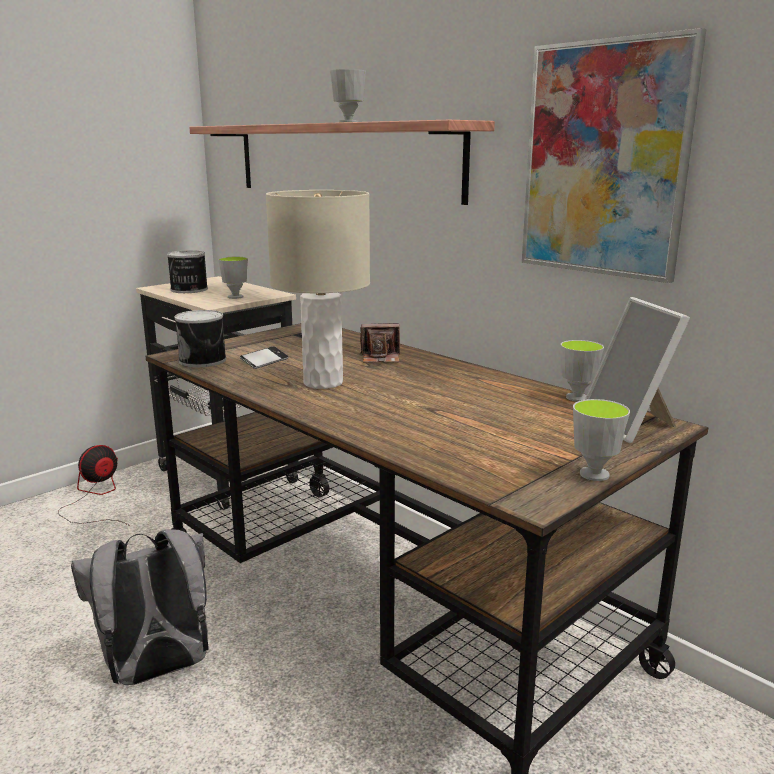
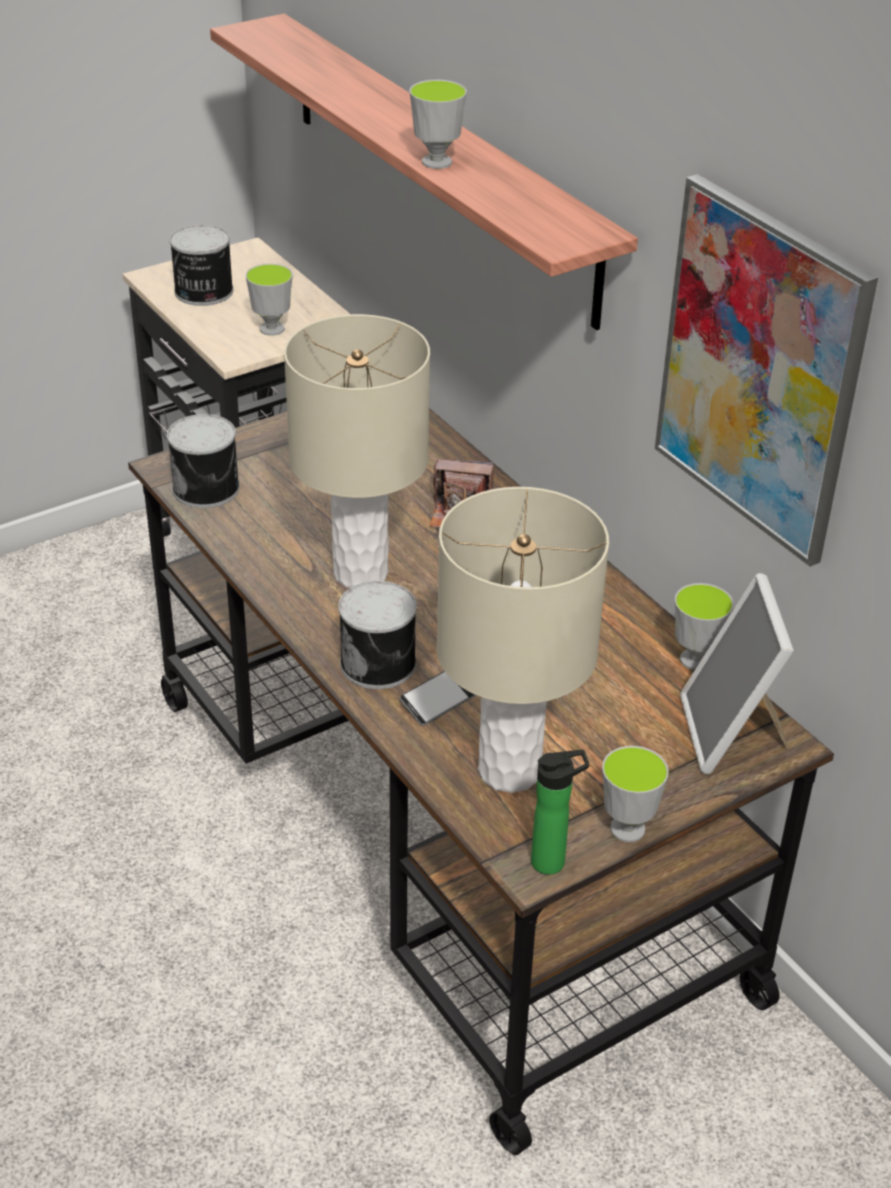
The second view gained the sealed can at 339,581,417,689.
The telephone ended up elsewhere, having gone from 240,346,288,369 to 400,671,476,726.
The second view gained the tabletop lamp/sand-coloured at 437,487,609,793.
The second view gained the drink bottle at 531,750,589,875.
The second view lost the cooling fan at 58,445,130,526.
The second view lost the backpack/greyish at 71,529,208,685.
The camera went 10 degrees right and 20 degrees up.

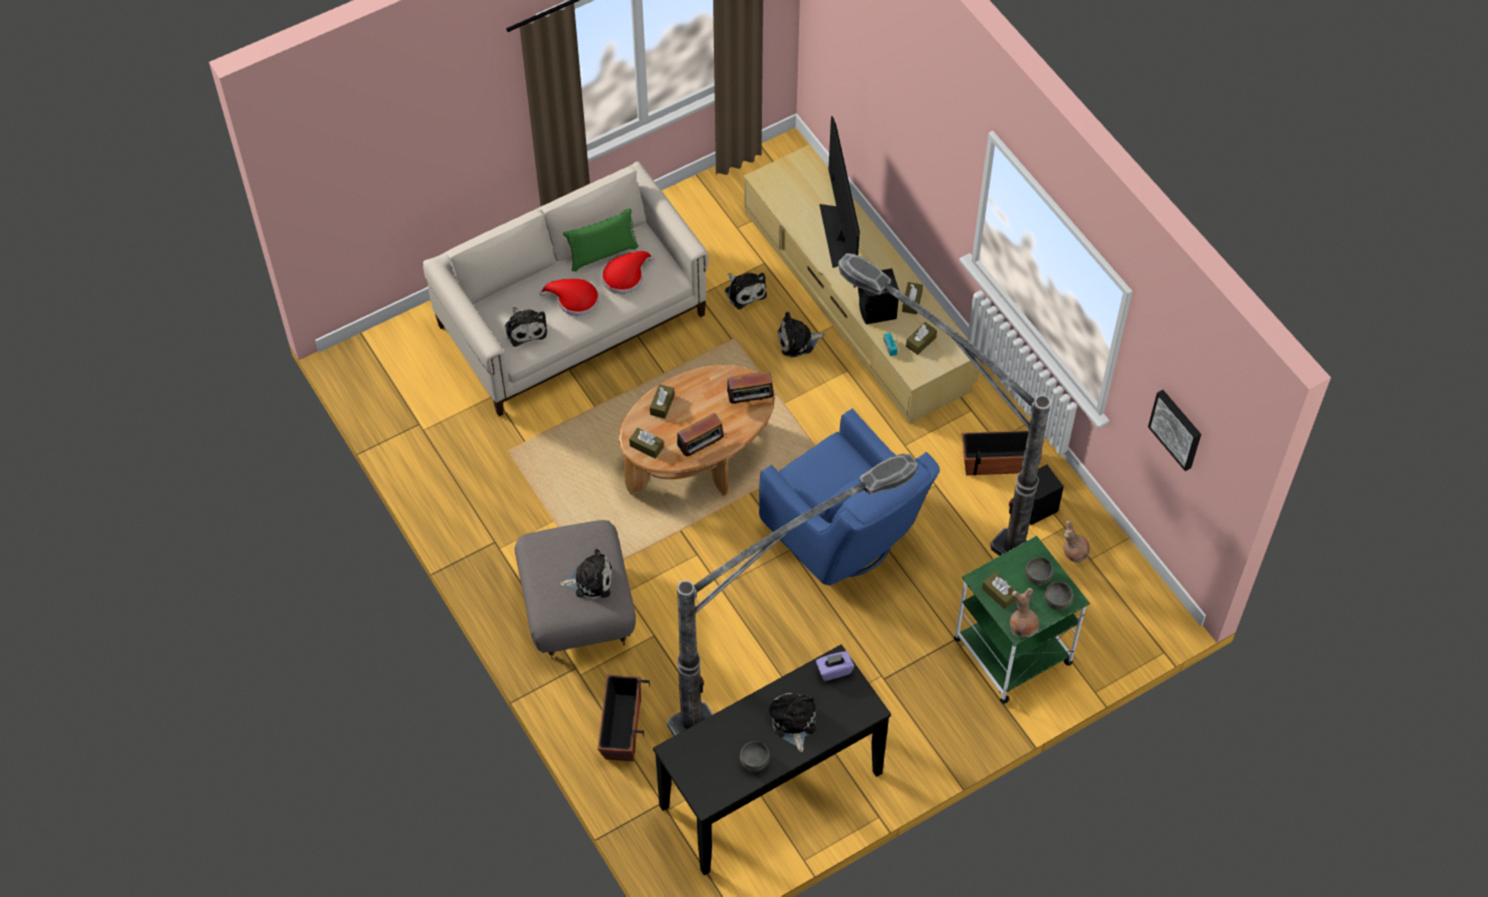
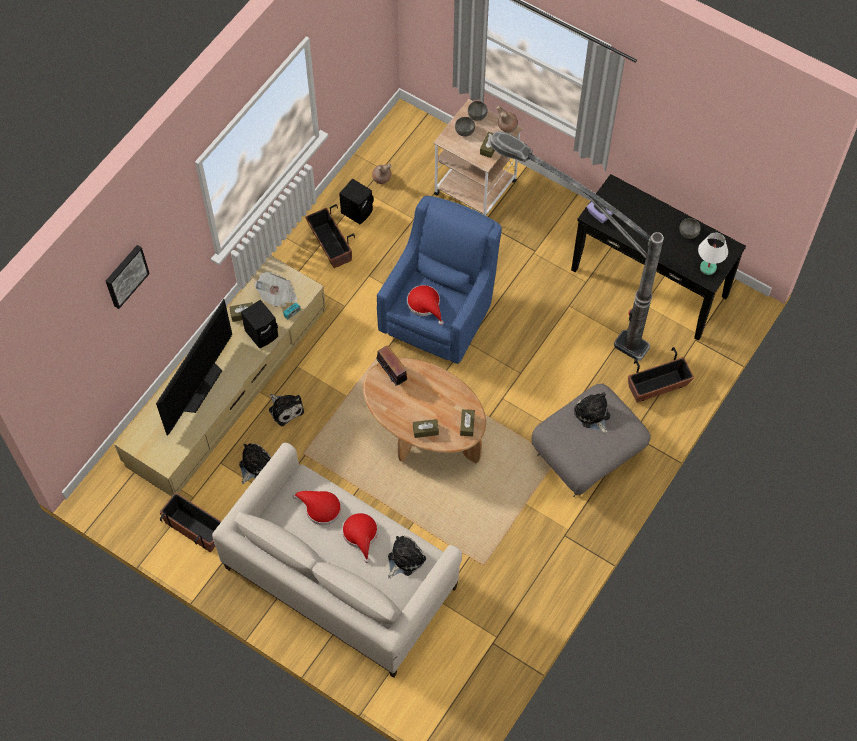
The picture ended up elsewhere, having gone from 1148,390,1201,471 to 106,245,150,309.
The TV at 819,116,860,288 ended up facing another way, 150 degrees clockwise from before.
The second view gained the plant pot at 159,492,222,553.
Where the tissue box/brownish stood at 906,322,937,355, the daily paper came to stand at 254,272,298,307.
The second view gained the hat/red at 407,285,443,325.
What was the cart/green-coloured at 954,536,1090,704 turned into the cart/sand-coloured at 433,99,522,216.
The second view gained the tabletop lamp/white-coloured at 698,233,728,275.
The second view lost the cushion/green-coloured at 563,209,639,272.
The second view lost the radio at 677,413,726,456.
The second view lost the plush toy at 770,693,816,752.
The second view lost the standard lamp at 838,253,1051,556.
The camera went 115 degrees left and 5 degrees up.

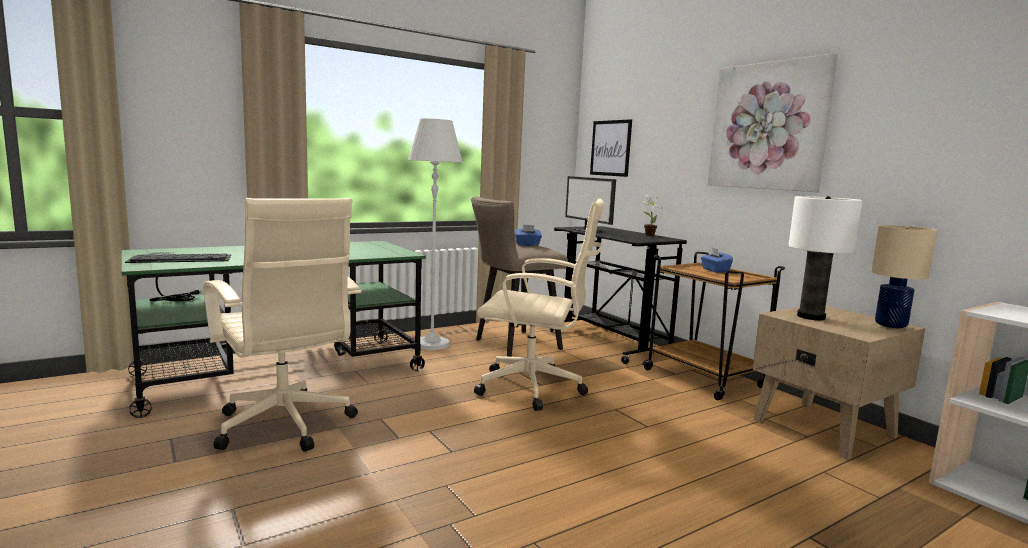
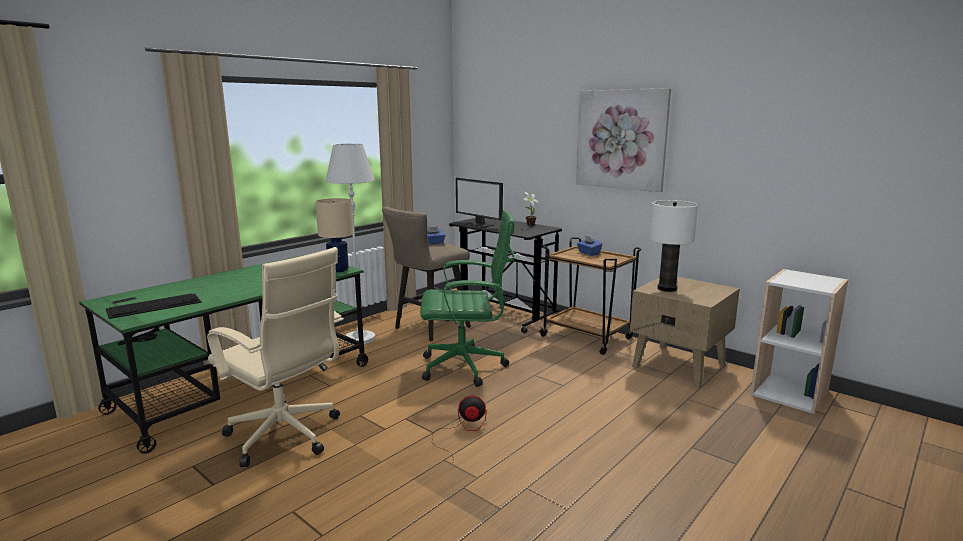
The tabletop lamp/sand-coloured ended up elsewhere, having gone from 871,225,937,329 to 315,198,354,273.
What was the office chair/sand-coloured at 474,198,604,411 turned into the office chair/green-coloured at 420,210,515,387.
The second view gained the cooling fan at 432,395,487,457.
The second view lost the picture at 590,119,632,177.
The camera went 15 degrees left and 5 degrees up.

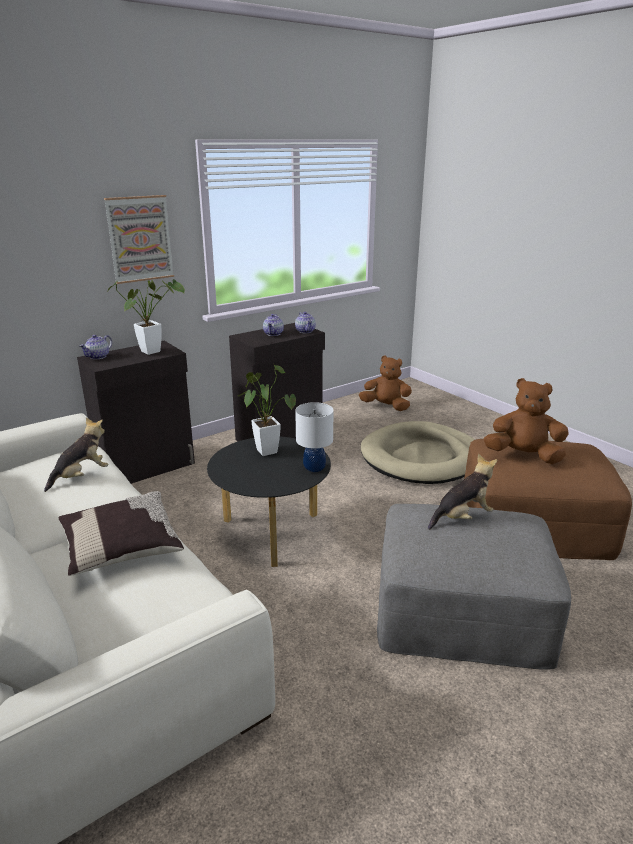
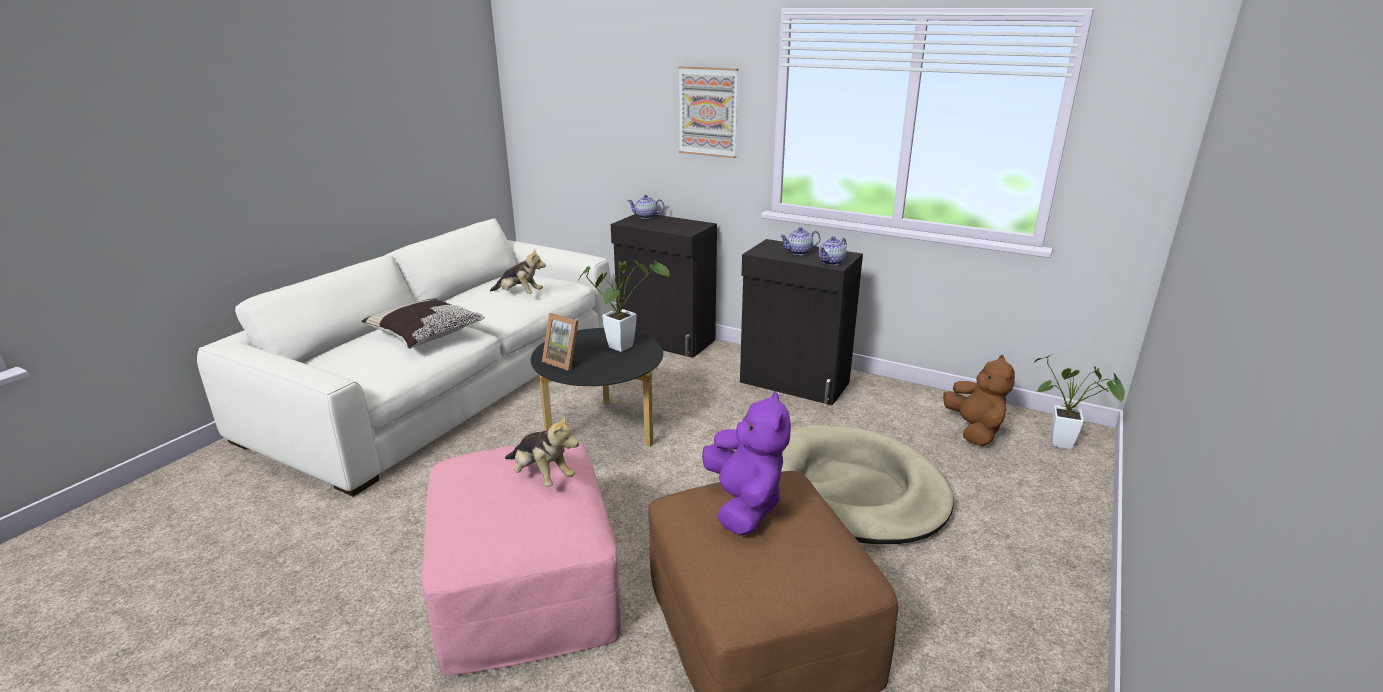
What was the pouffe/greyish at 377,504,571,670 turned into the pouffe/pink-coloured at 421,441,621,676.
The second view gained the photo frame at 542,313,579,370.
What was the plush toy/brownish at 484,378,569,464 turned into the plush toy/purple-coloured at 702,391,791,536.
The houseplant ended up elsewhere, having gone from 107,279,185,355 to 1034,355,1125,449.
The second view lost the tabletop lamp/white-coloured at 295,402,334,472.
The camera went 65 degrees right and 0 degrees up.

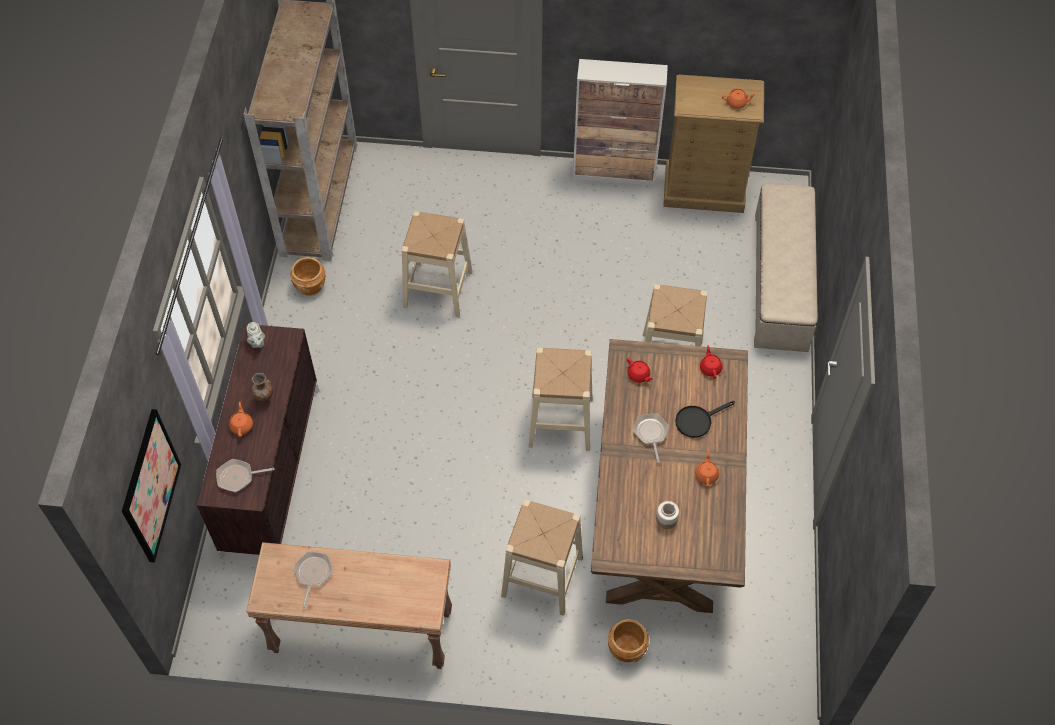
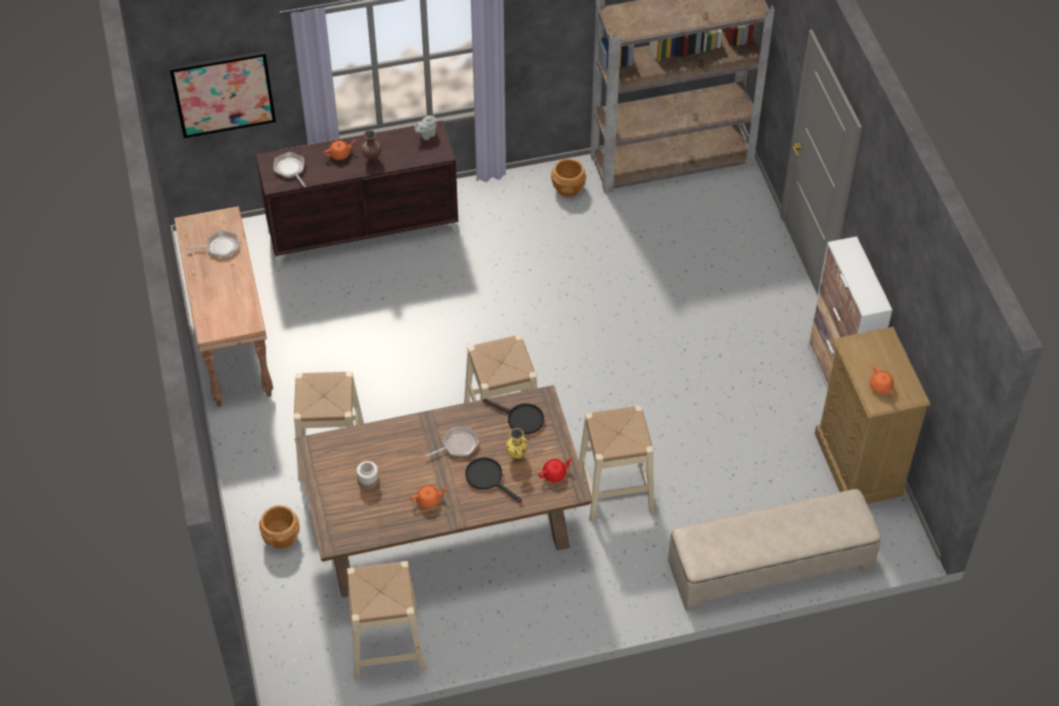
The sitting stool/sand-coloured ended up elsewhere, having gone from 401,211,472,317 to 347,561,425,679.
Where the teapot/red stood at 627,358,653,383, the pan/black came to stand at 483,399,544,434.
The second view gained the decorative vase/yellow-coloured at 506,428,527,460.
The camera went 70 degrees right and 5 degrees down.

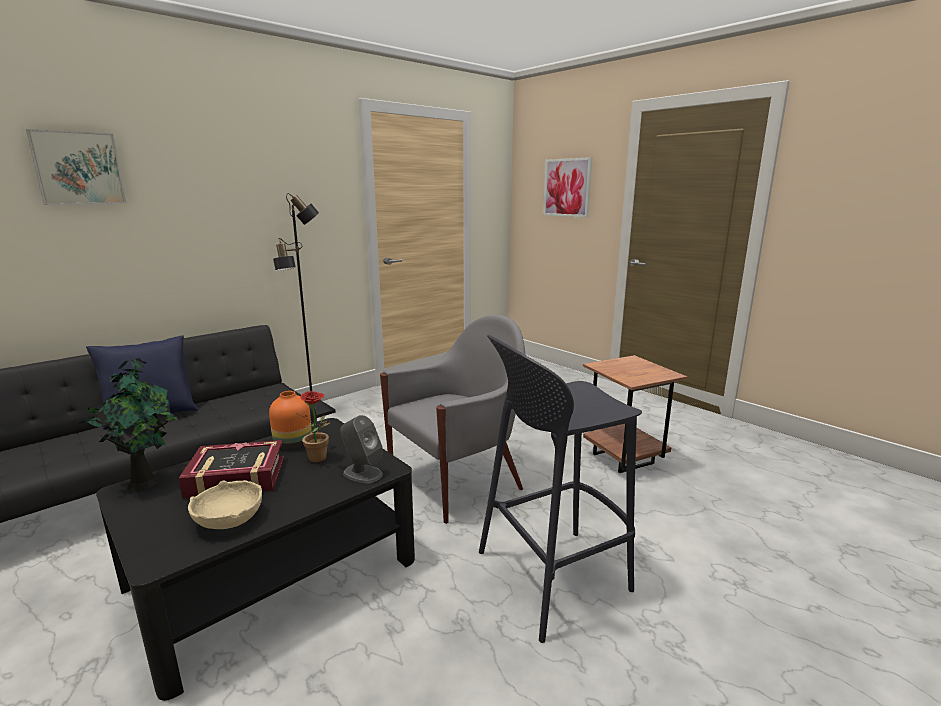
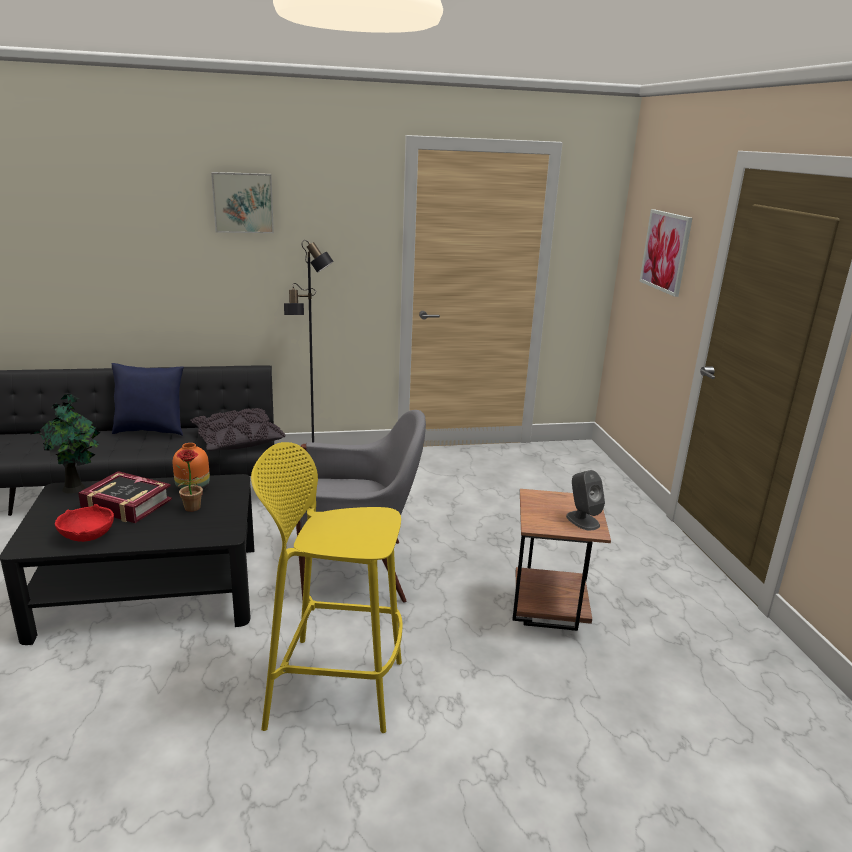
What was the deep dish/sand-coloured at 188,480,262,529 turned into the deep dish/red at 55,504,114,542.
The second view gained the cushion/black at 190,408,286,451.
The picture ended up elsewhere, having gone from 26,129,127,205 to 211,172,274,233.
What was the sitting stool/greyish at 479,335,642,643 turned into the sitting stool/yellow-coloured at 251,442,402,733.
The loudspeaker/greyish ended up elsewhere, having gone from 340,415,383,483 to 566,470,605,530.
The camera went 30 degrees right and 5 degrees up.

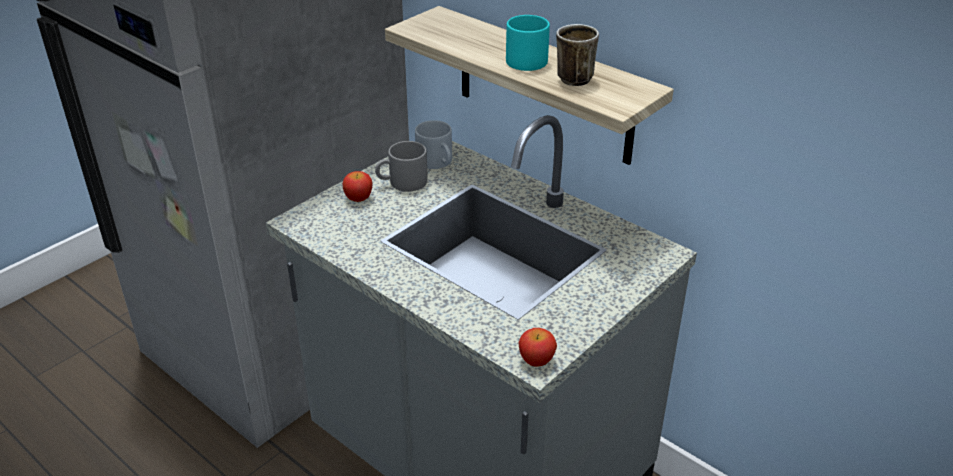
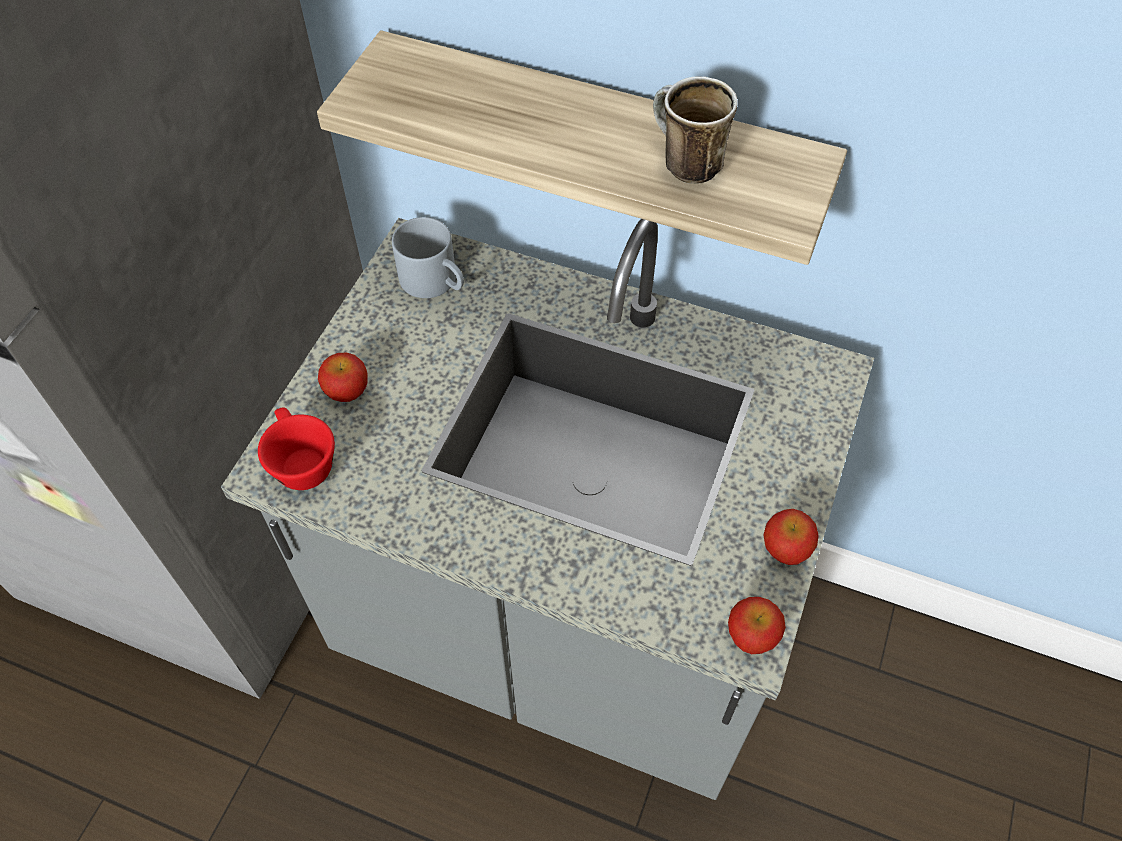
The second view gained the drinking cup/red at 258,407,335,490.
The second view gained the whole apple at 763,509,819,565.
The second view lost the mug/greyish at 375,141,428,192.
The second view lost the mug/turquoise-coloured at 506,15,550,71.
The camera went 20 degrees left and 20 degrees up.

